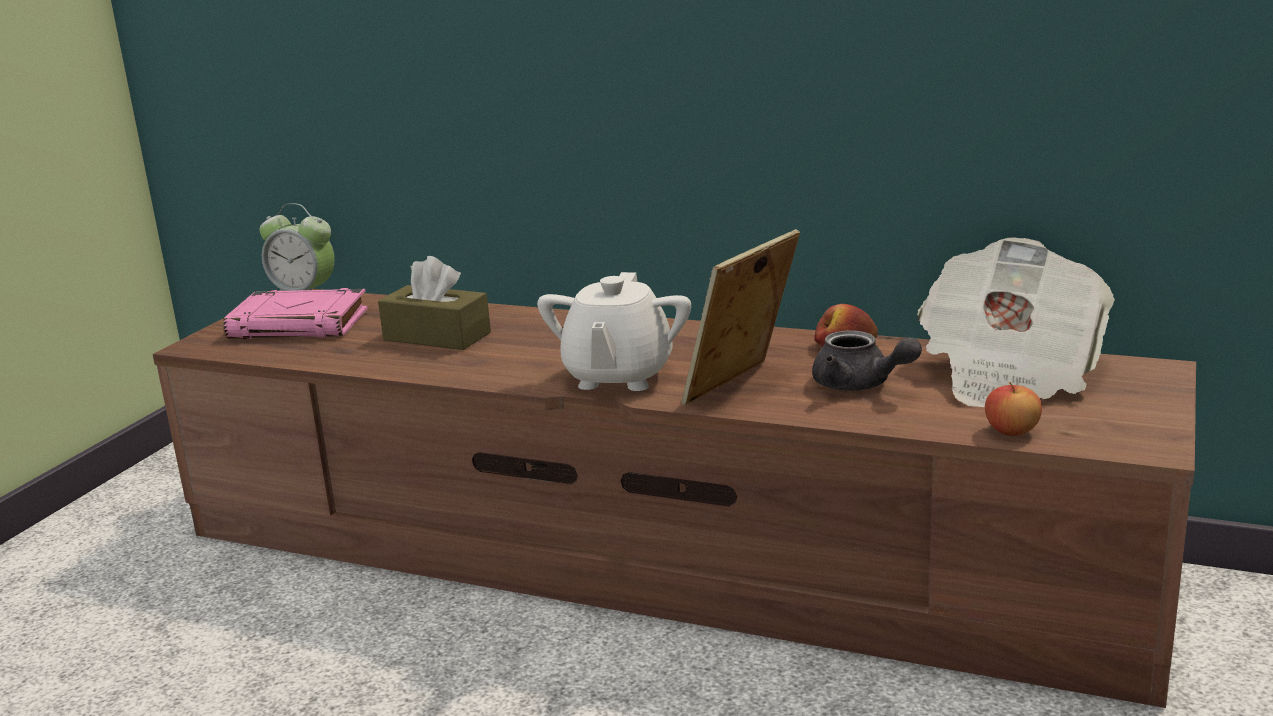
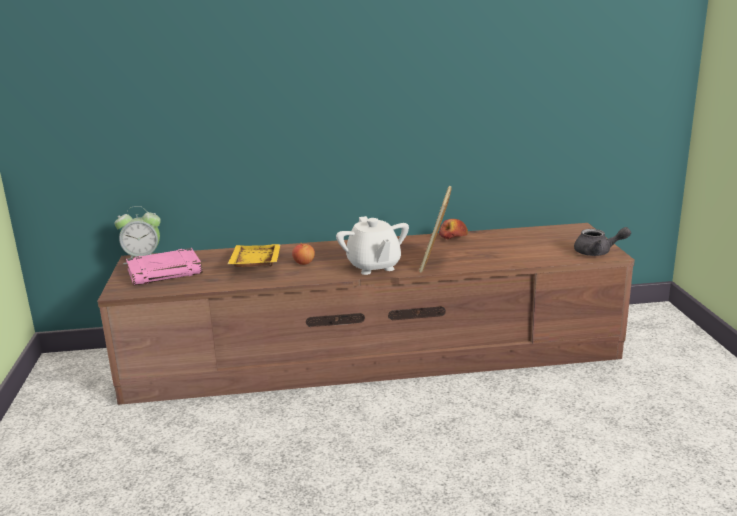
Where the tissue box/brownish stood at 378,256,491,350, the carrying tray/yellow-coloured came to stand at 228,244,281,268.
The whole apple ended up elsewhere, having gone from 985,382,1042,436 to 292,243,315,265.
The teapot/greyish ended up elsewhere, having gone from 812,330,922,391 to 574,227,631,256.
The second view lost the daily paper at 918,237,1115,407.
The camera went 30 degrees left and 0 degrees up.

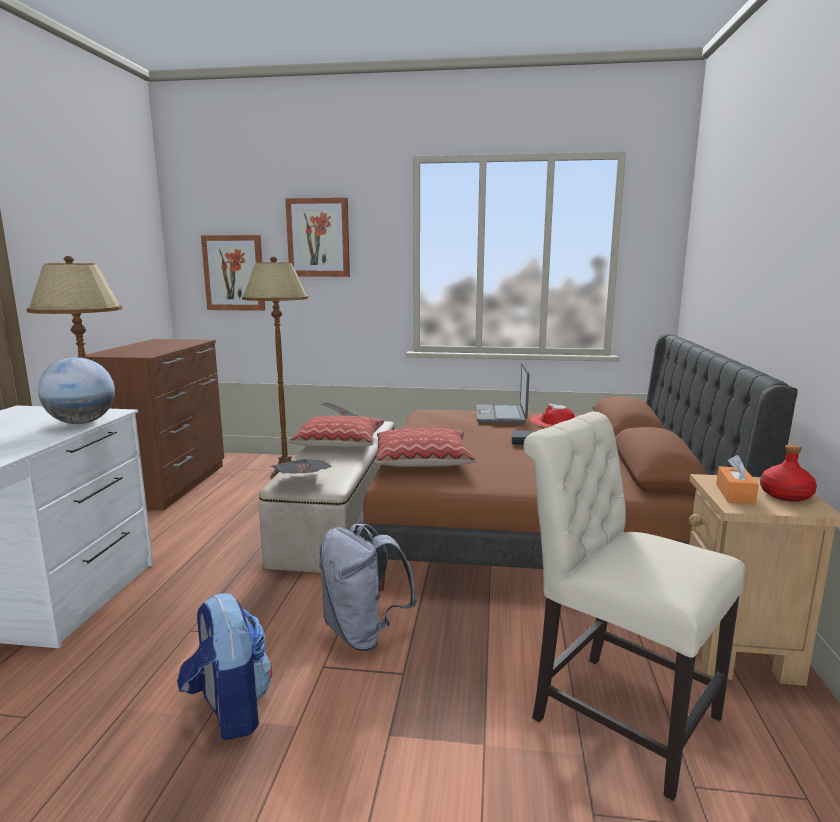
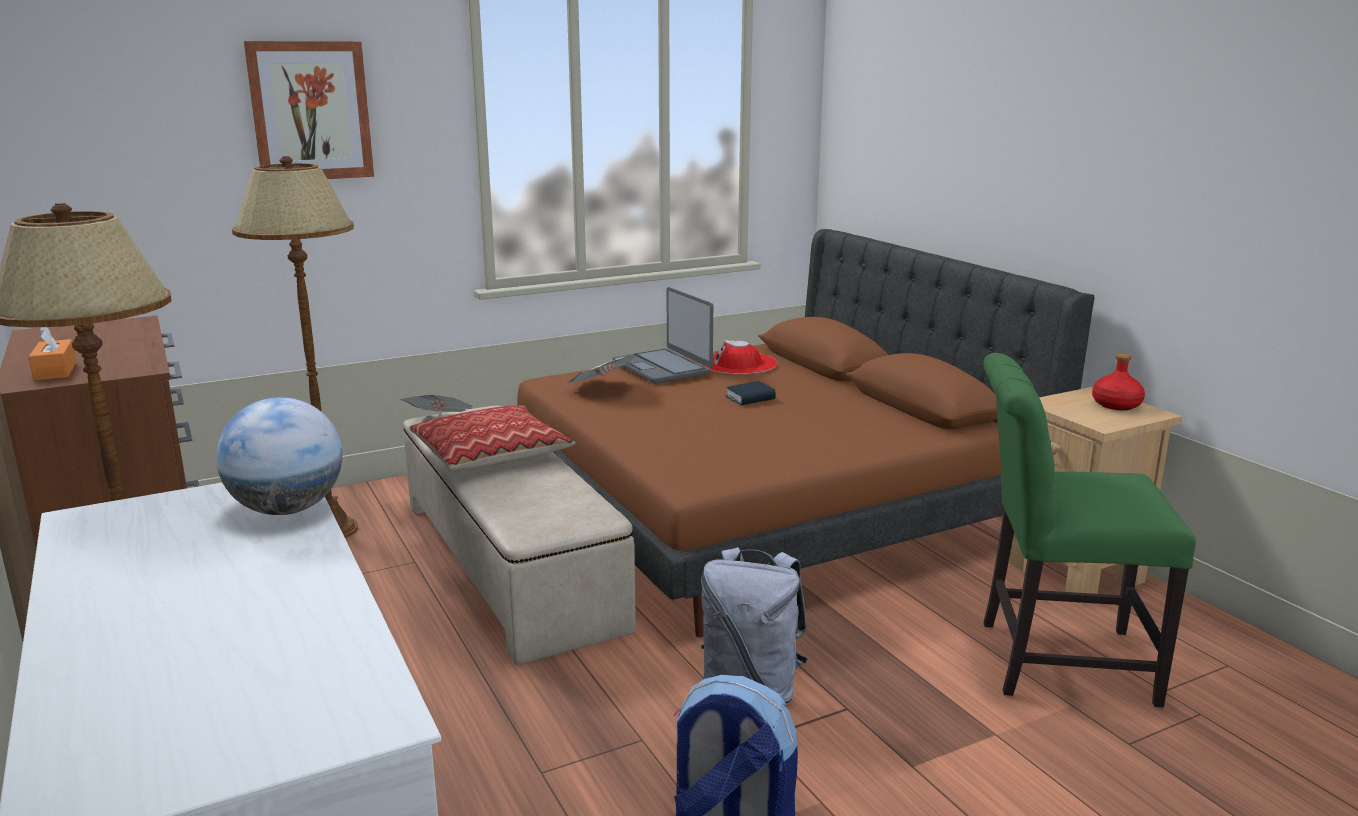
The tissue box/orangey ended up elsewhere, having gone from 716,455,759,504 to 28,327,76,381.
The daily paper ended up elsewhere, having gone from 271,459,332,474 to 566,355,636,384.
What was the upright chair/sand-coloured at 524,411,745,801 turned into the upright chair/green-coloured at 983,353,1196,708.
The second view lost the picture at 201,235,265,311.
The second view lost the cushion at 375,428,477,467.
The camera went 35 degrees left and 5 degrees up.

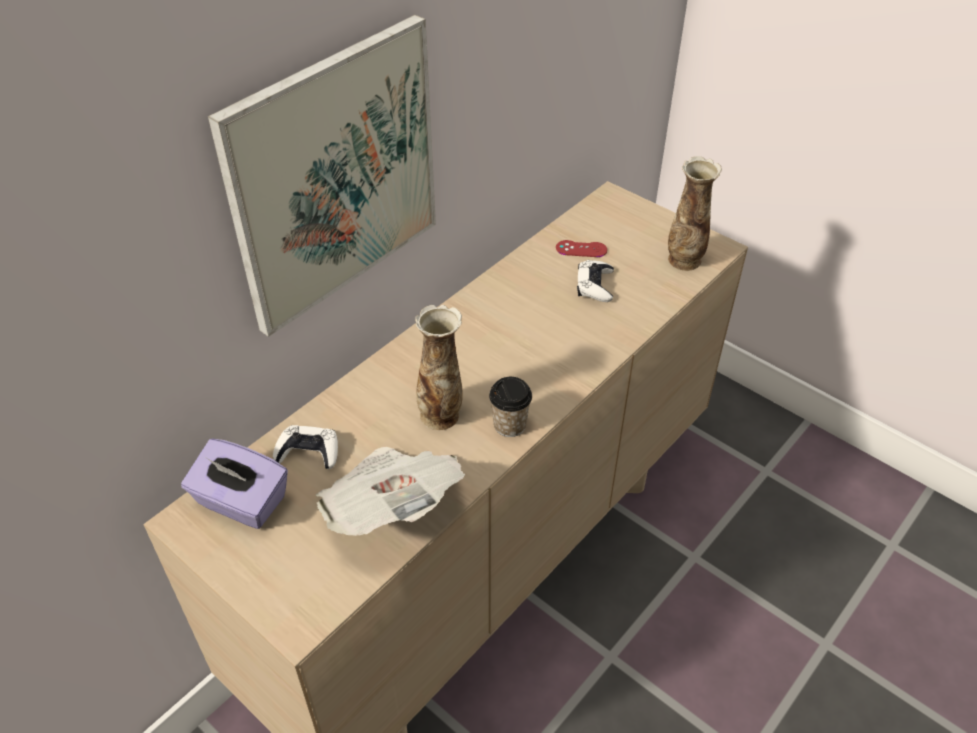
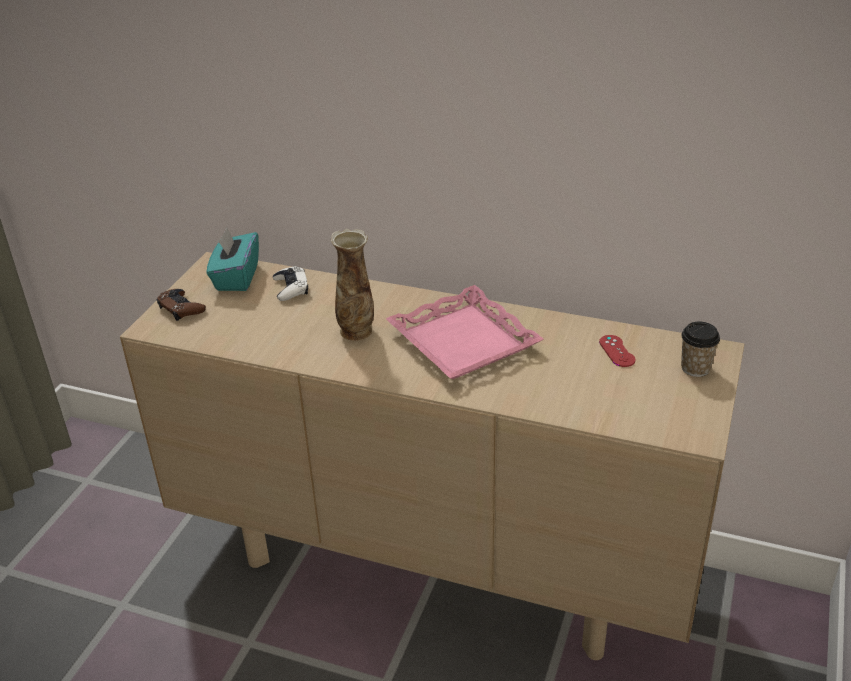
The second view gained the joypad/brownish at 157,289,206,321.
What was the tissue box/purple-coloured at 181,439,288,529 turned into the tissue box/turquoise-coloured at 206,228,259,291.
The second view gained the carrying tray/pink-coloured at 386,285,544,379.
The drinking cup ended up elsewhere, having gone from 489,377,532,437 to 681,322,720,377.
The second view lost the picture at 208,15,436,337.
The second view lost the daily paper at 316,446,465,536.
The second view lost the joypad/white-coloured at 577,260,614,302.
The second view lost the decorative vase at 668,156,722,271.
The camera went 70 degrees right and 10 degrees down.

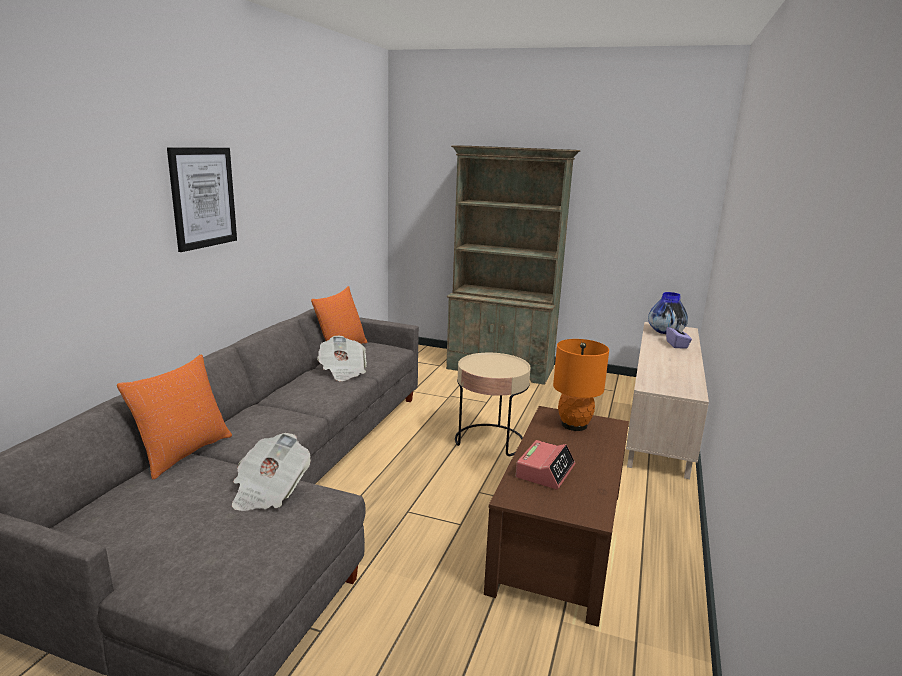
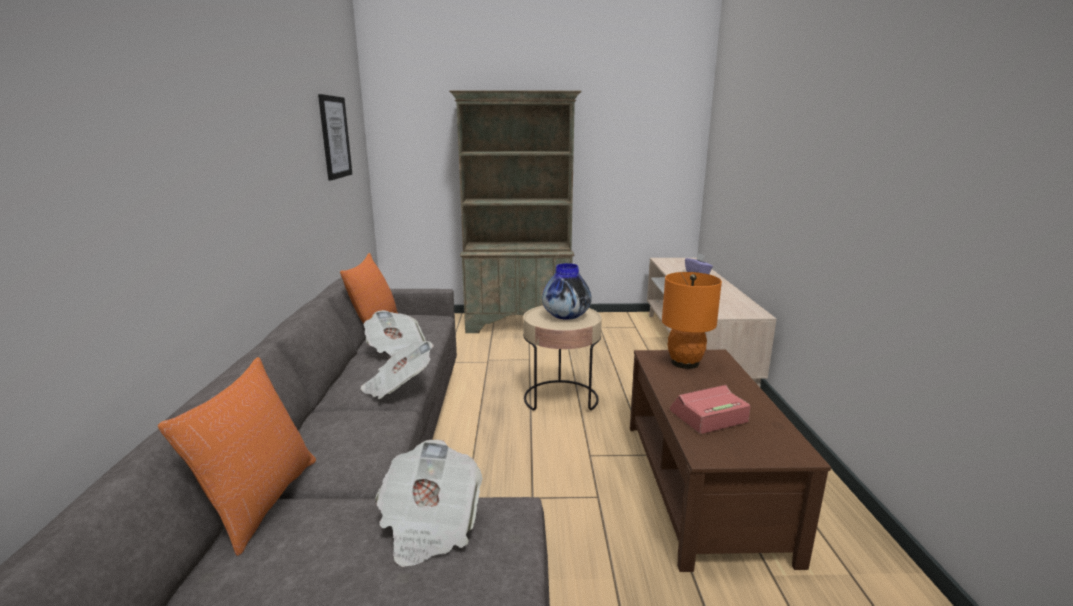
The picture ended up elsewhere, having gone from 167,147,237,252 to 318,94,352,180.
The second view gained the daily paper at 360,341,434,399.
The decorative vase ended up elsewhere, having gone from 648,292,688,334 to 542,263,592,320.
The alarm clock at 516,440,575,489 ended up facing another way, 120 degrees counterclockwise from before.
The camera went 20 degrees left and 0 degrees up.

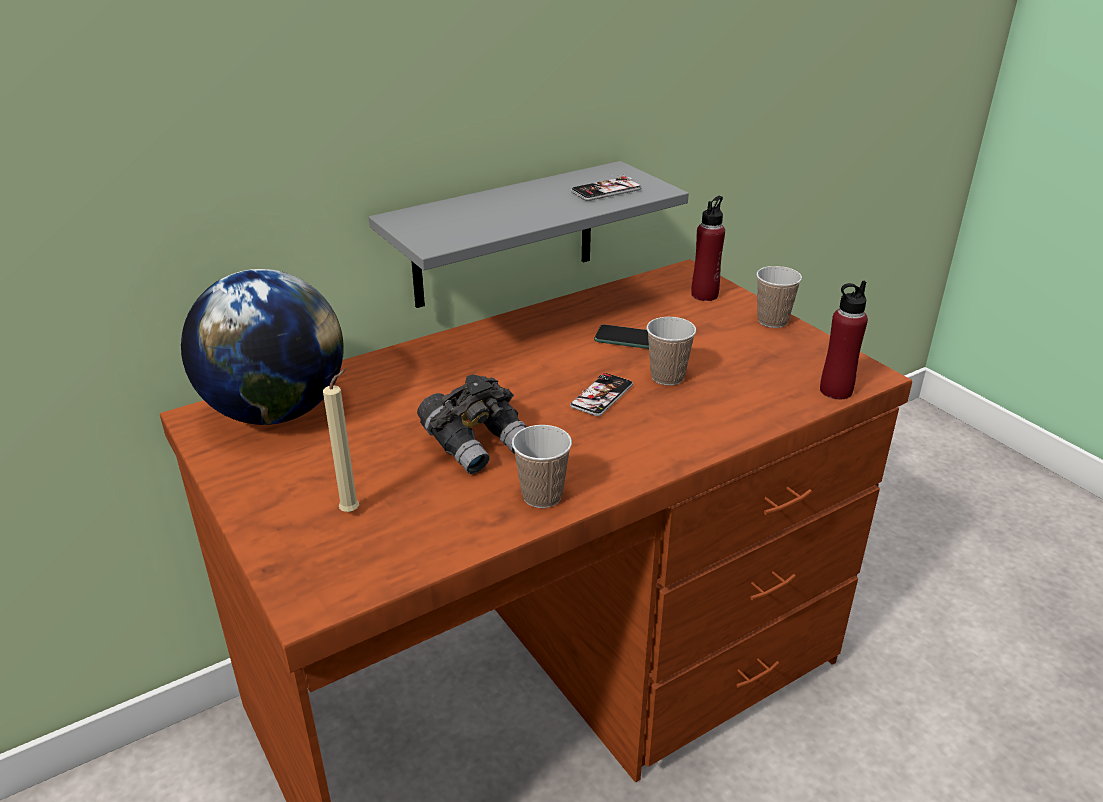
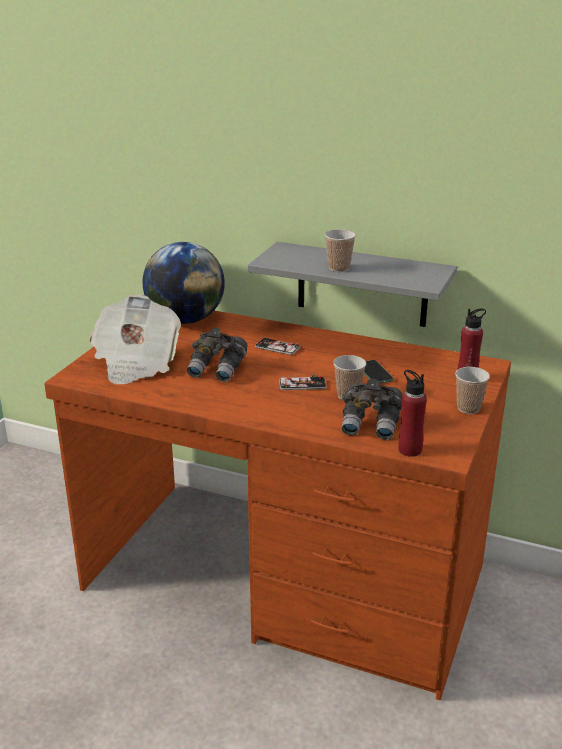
Where the wax candle/sand-coloured stood at 323,368,359,512, the daily paper came to stand at 90,295,181,385.
The telephone ended up elsewhere, having gone from 571,175,642,201 to 255,337,300,355.
The drinking cup ended up elsewhere, having gone from 512,425,572,508 to 325,229,356,272.
The second view gained the binoculars/greyish at 342,379,402,440.
The camera went 55 degrees right and 5 degrees down.

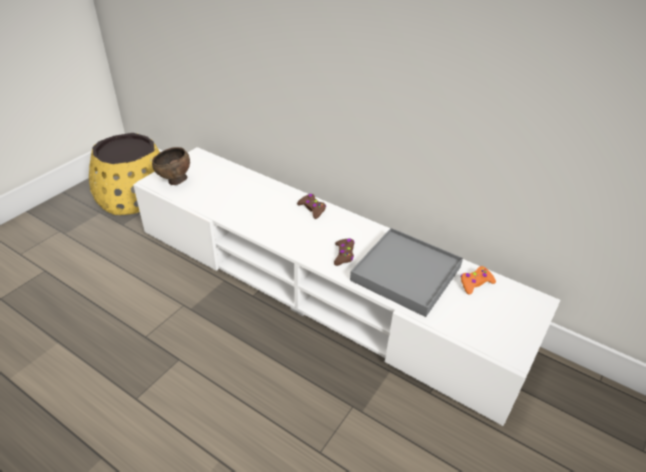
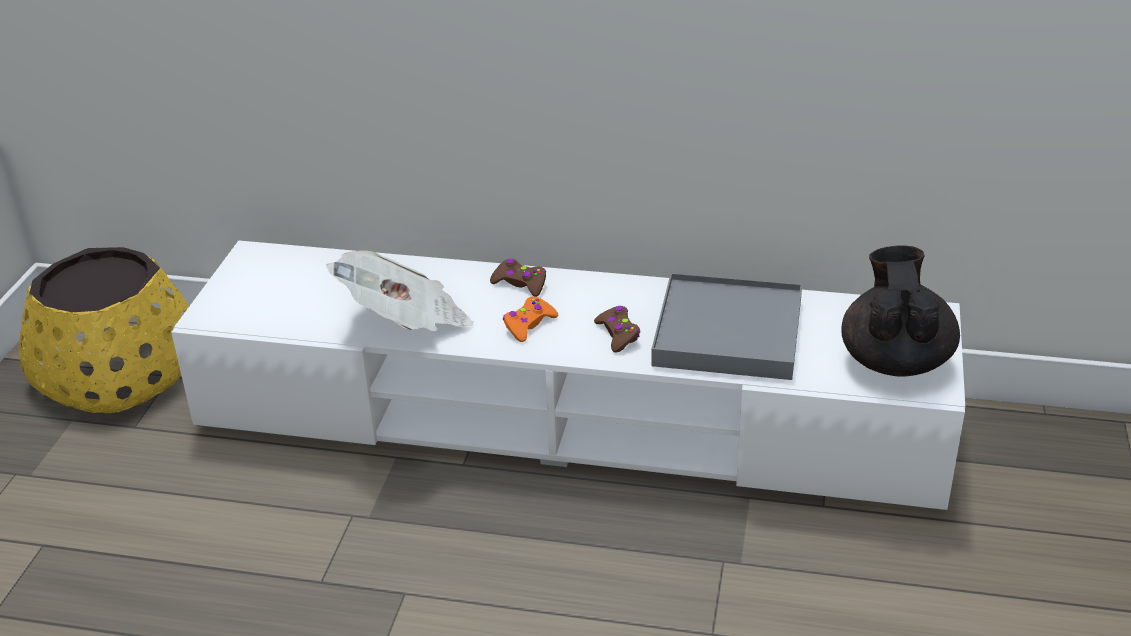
The second view gained the daily paper at 326,250,474,331.
The joypad/orangey ended up elsewhere, having gone from 461,266,496,294 to 503,296,558,342.
The second view gained the teapot/black at 842,245,960,377.
The second view lost the deep dish/brownish at 152,147,190,185.
The camera went 20 degrees left and 5 degrees down.

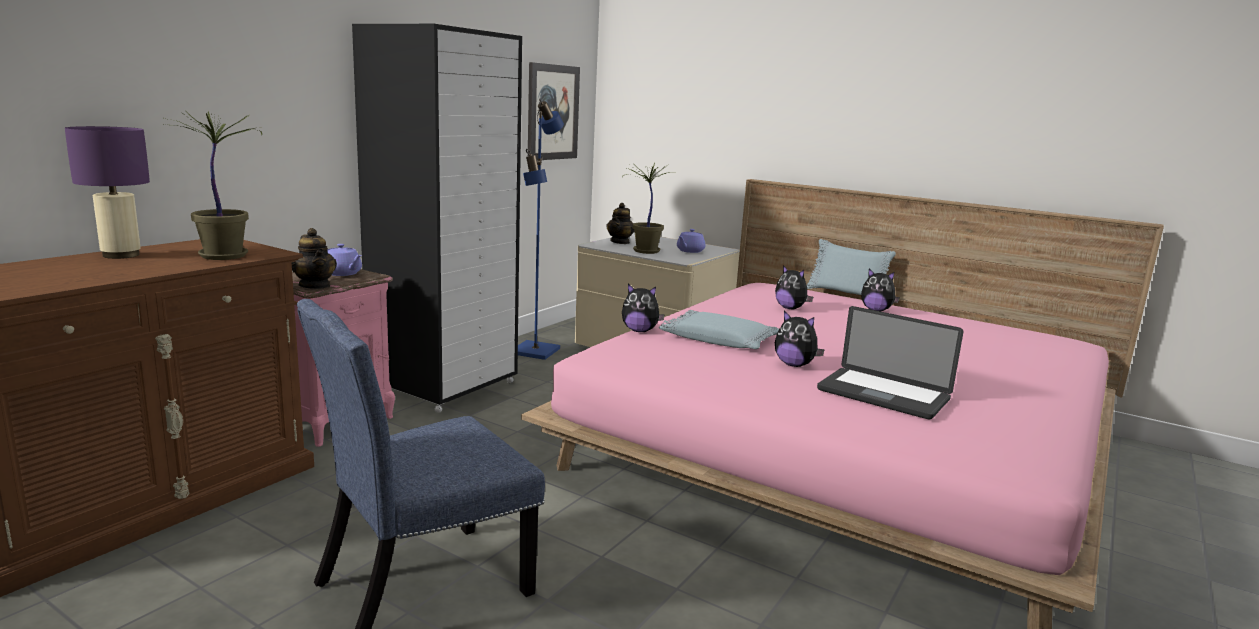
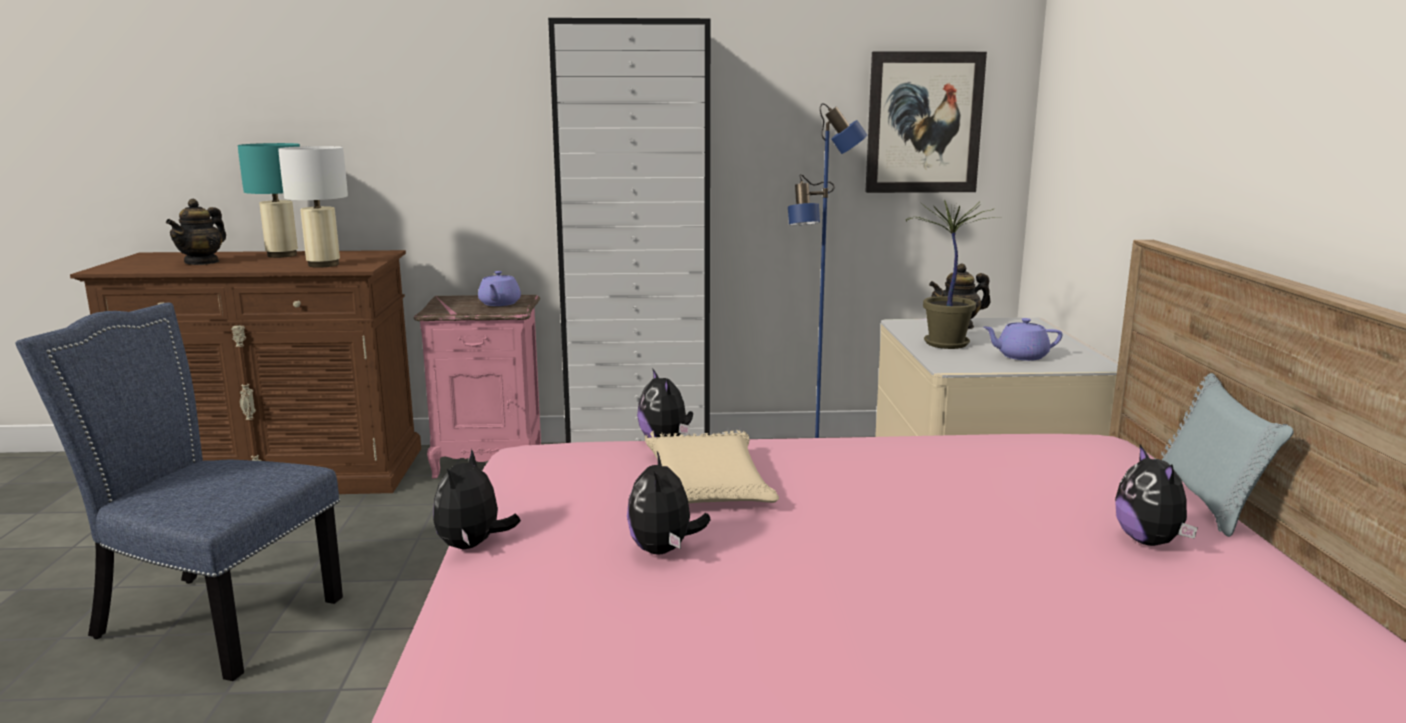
The teapot ended up elsewhere, having gone from 291,228,337,289 to 166,199,226,265.
What was the tabletop lamp/purple-coloured at 65,126,150,259 turned into the tabletop lamp/turquoise-coloured at 238,143,300,258.
Where the houseplant stood at 162,110,262,260, the tabletop lamp/white-coloured came to stand at 278,146,348,268.
The plush toy ended up elsewhere, having gone from 775,265,813,309 to 433,449,521,549.
What was the cushion/blue at 659,310,779,349 turned into the cushion/sand-coloured at 645,430,779,503.
The second view lost the notebook computer at 817,306,963,419.
The camera went 55 degrees right and 0 degrees up.

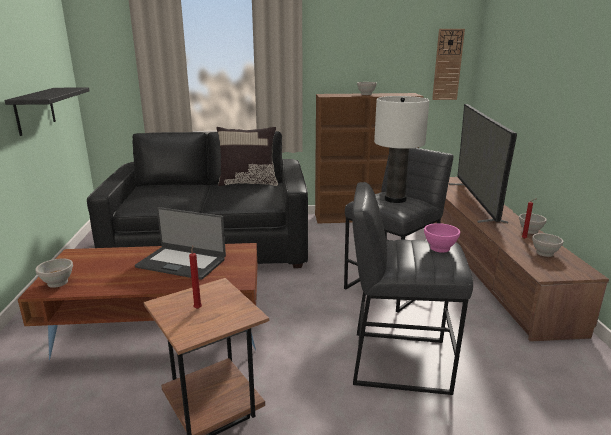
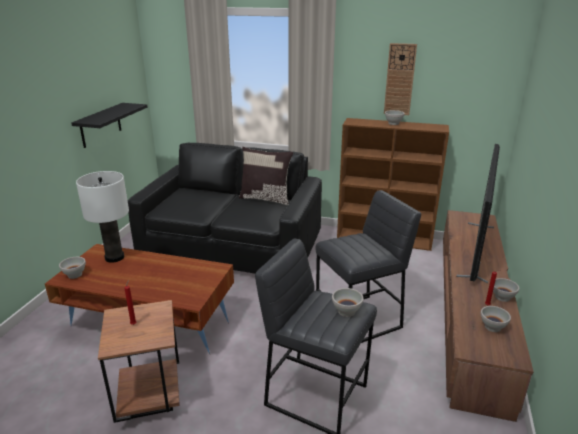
The tabletop lamp/white-coloured ended up elsewhere, having gone from 374,96,429,203 to 76,171,129,263.
What was the deep dish/pink-coloured at 424,223,460,253 turned into the deep dish/white-coloured at 332,288,363,317.
The wall clock ended up elsewhere, having gone from 432,29,465,100 to 384,43,417,115.
The second view lost the notebook computer at 135,207,226,280.
The camera went 20 degrees right and 5 degrees up.

